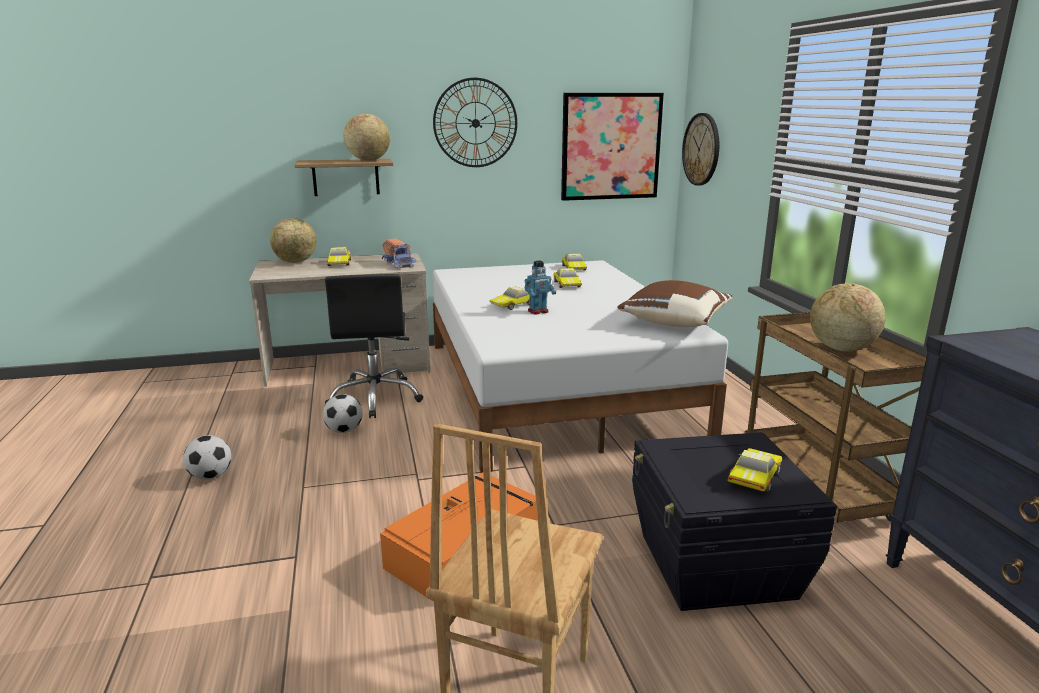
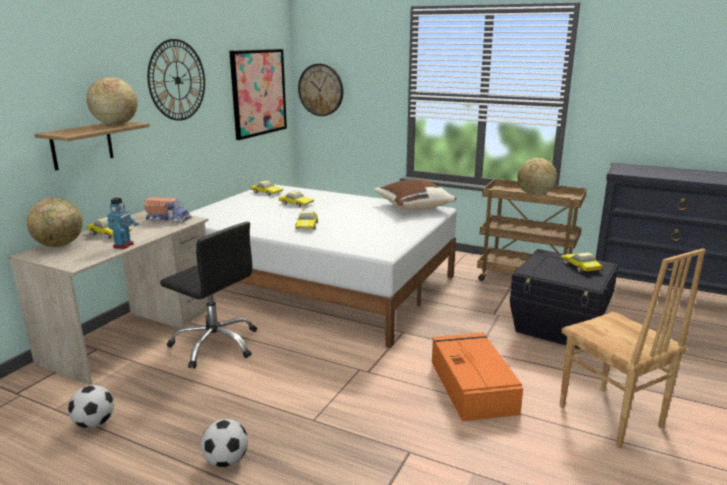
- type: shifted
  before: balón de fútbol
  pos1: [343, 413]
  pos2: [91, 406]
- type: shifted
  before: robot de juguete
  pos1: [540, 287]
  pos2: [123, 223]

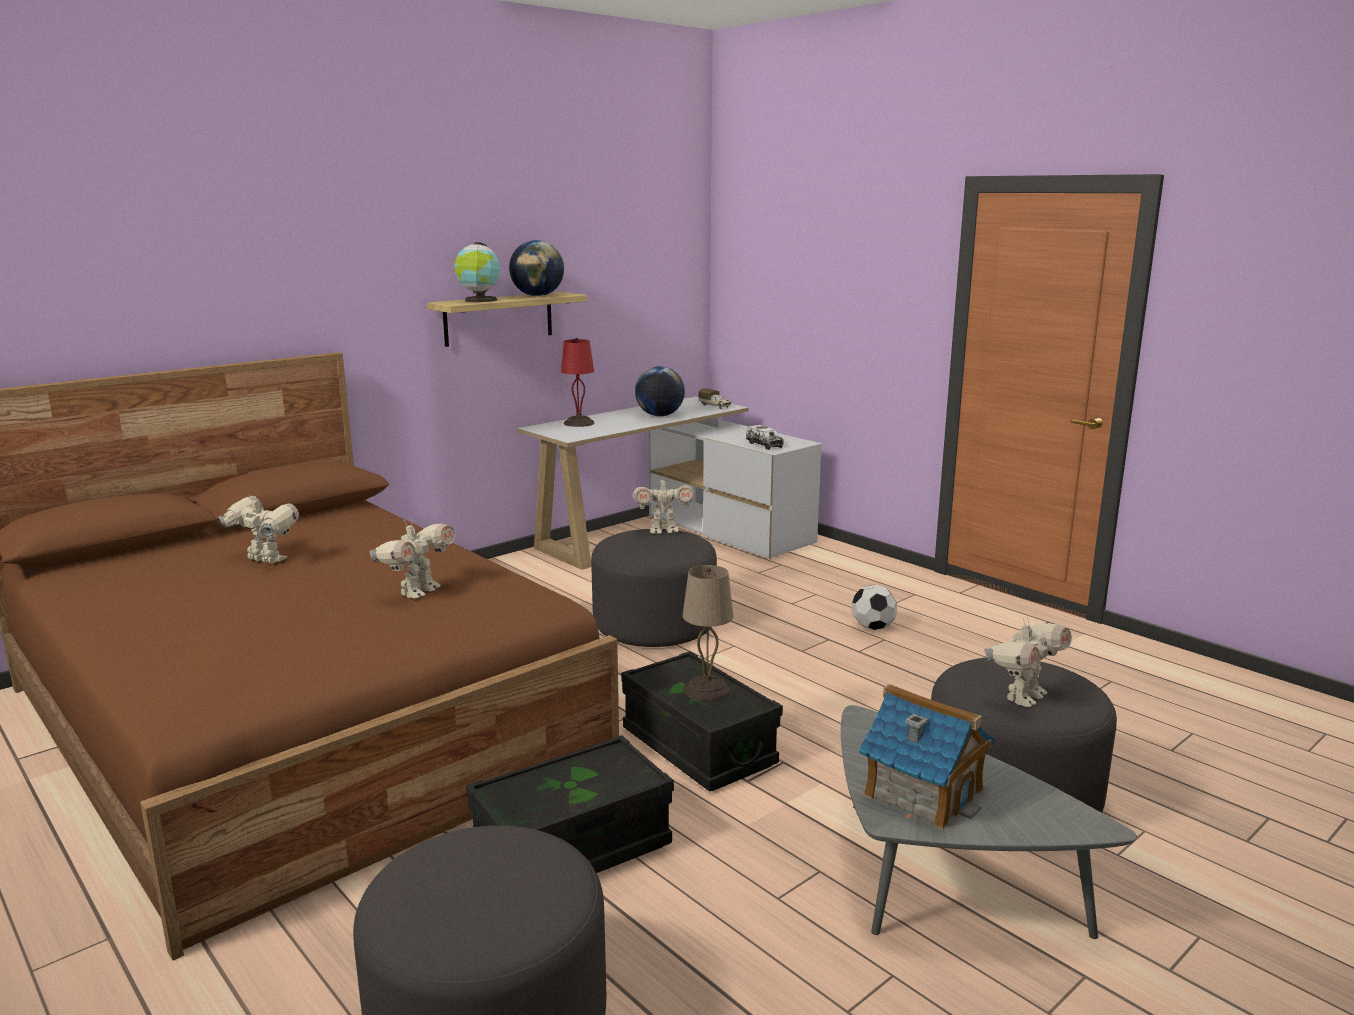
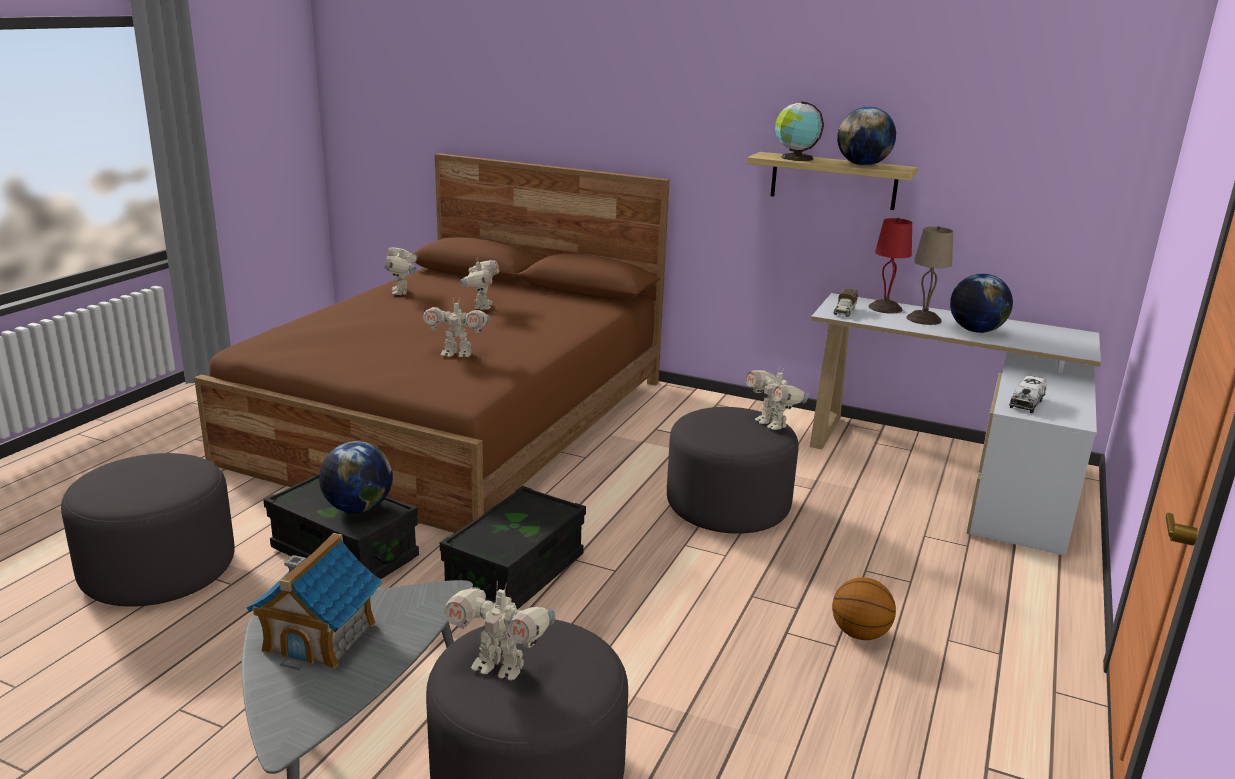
- type: new
  after: globo terráqueo
  pos2: [356, 477]
- type: new
  after: robot de juguete
  pos2: [401, 270]
- type: shifted
  before: lámpara de mesa (beis)
  pos1: [708, 633]
  pos2: [929, 275]
- type: shifted
  before: camión de juguete
  pos1: [715, 398]
  pos2: [845, 303]
- type: swapped
  before: balón de fútbol
  after: balón de baloncesto
  pos1: [874, 607]
  pos2: [864, 608]

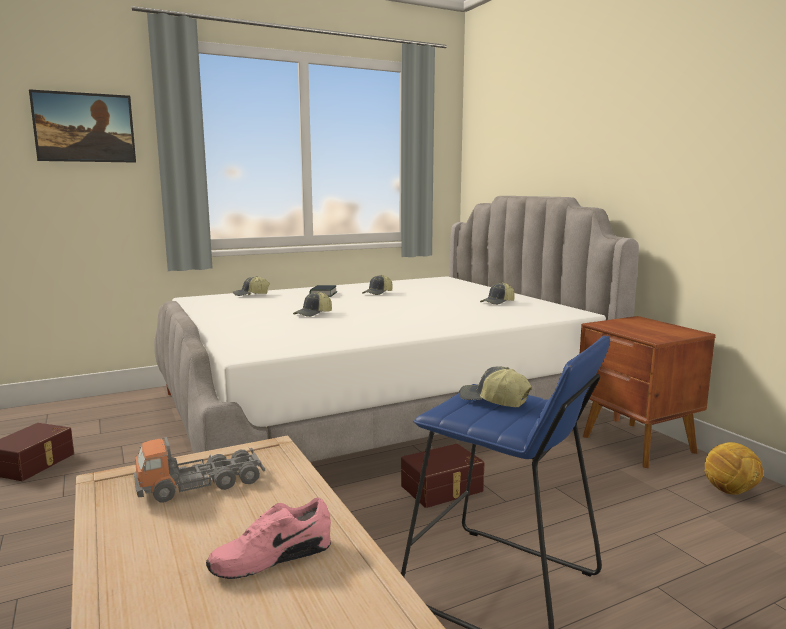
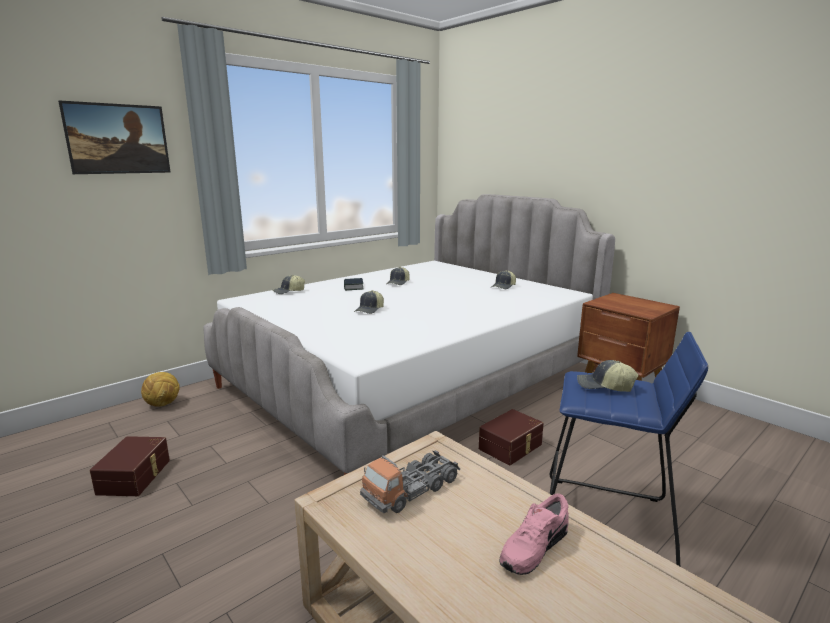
- type: shifted
  before: balón de fútbol
  pos1: [733, 468]
  pos2: [160, 389]

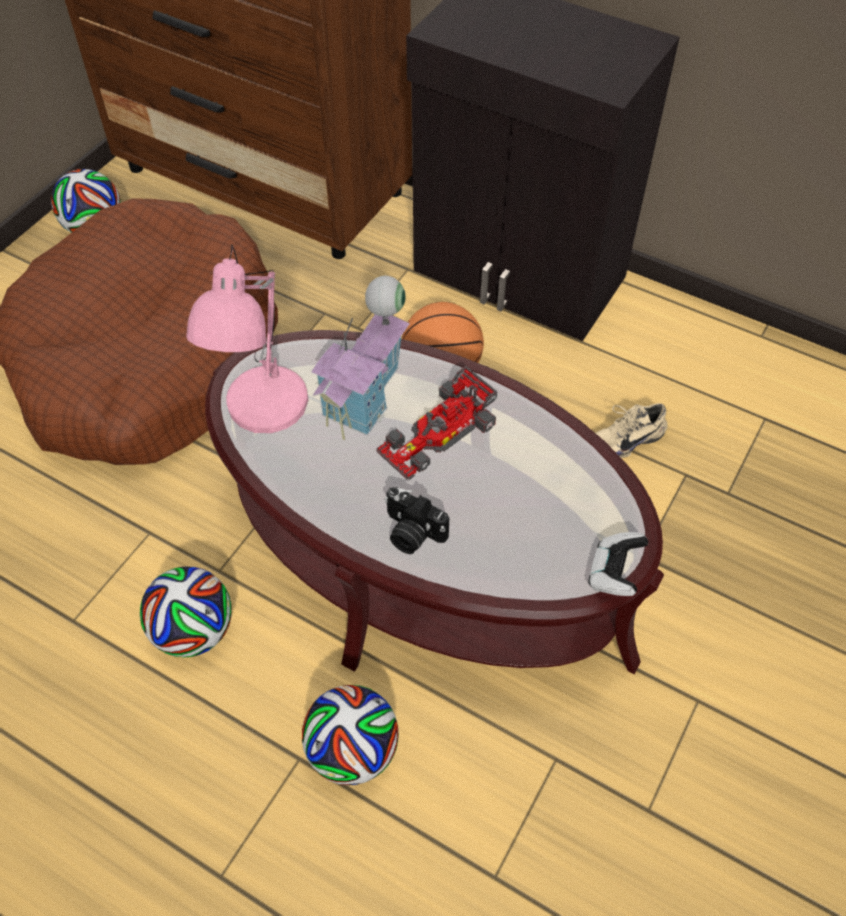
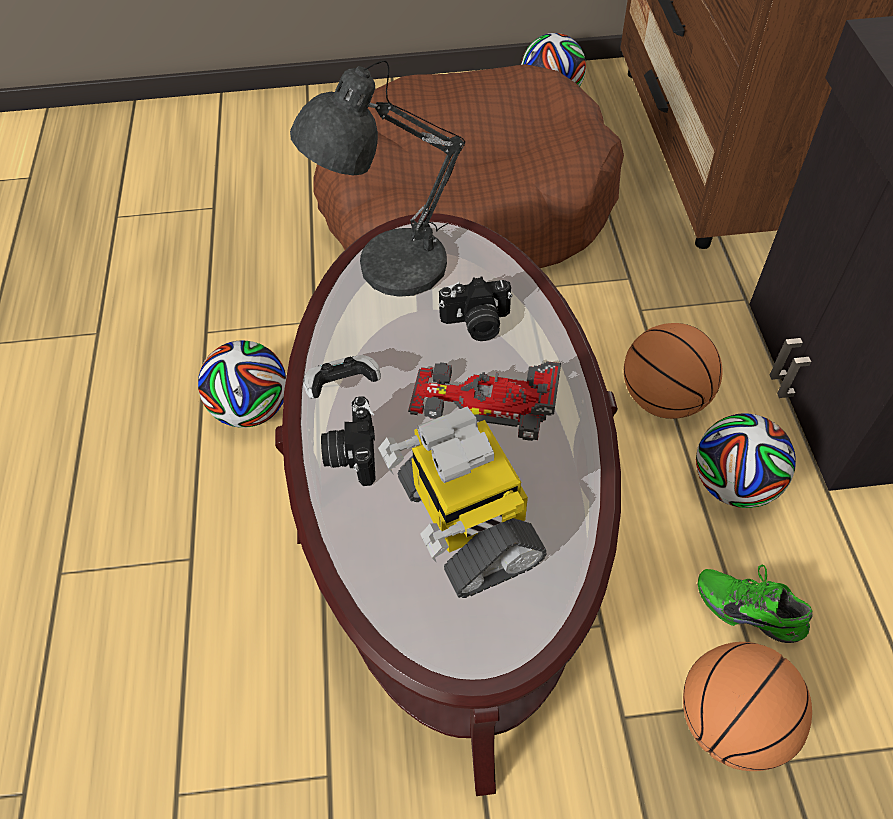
- type: new
  after: robot de juguete
  pos2: [462, 502]
- type: new
  after: balón de baloncesto
  pos2: [747, 706]
- type: shifted
  before: balón de fútbol
  pos1: [350, 735]
  pos2: [746, 460]
- type: shifted
  before: mando de consola
  pos1: [618, 564]
  pos2: [342, 376]
- type: swapped
  before: casita
  after: cámara
  pos1: [360, 358]
  pos2: [476, 308]
- type: repainted
  before: lámpara de mesa (rosa)
  after: lámpara de mesa (gris)
  pos1: [247, 338]
  pos2: [377, 179]
- type: repainted
  before: zapato (beis)
  after: zapato (verde)
  pos1: [632, 430]
  pos2: [755, 603]

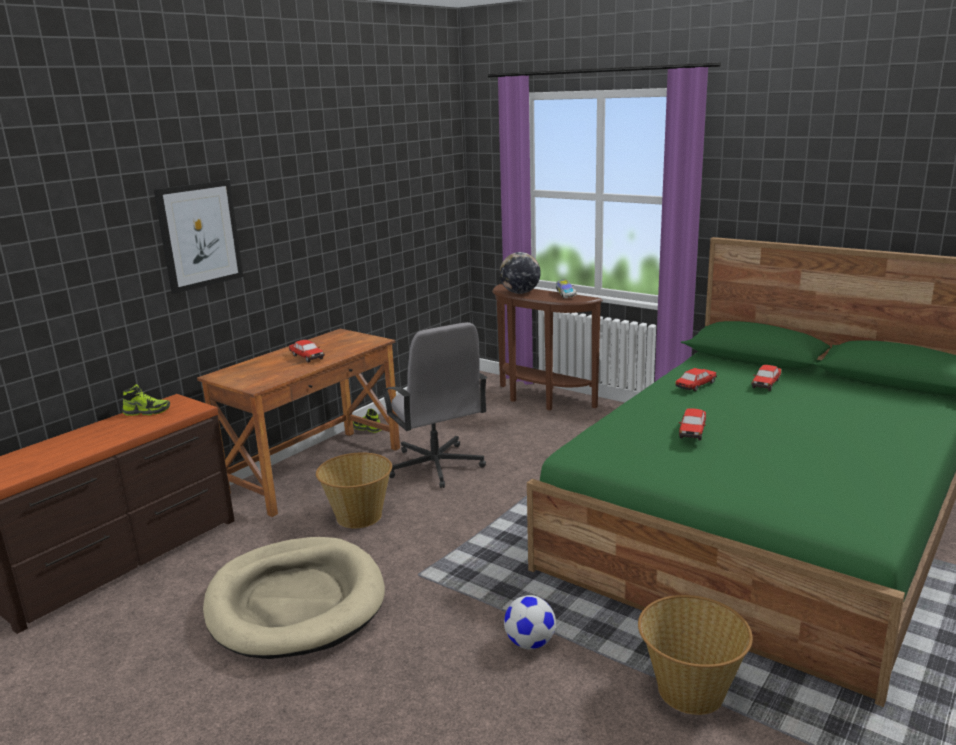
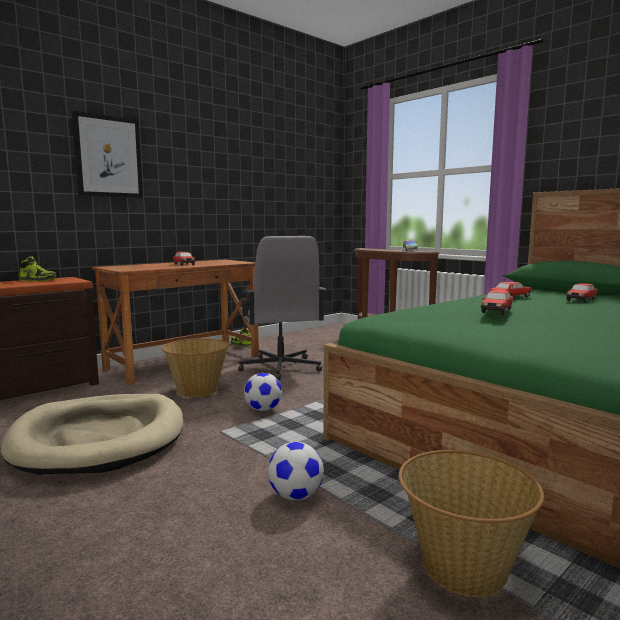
- type: gone
  before: globo terráqueo
  pos1: [520, 273]
- type: new
  after: balón de fútbol
  pos2: [263, 392]

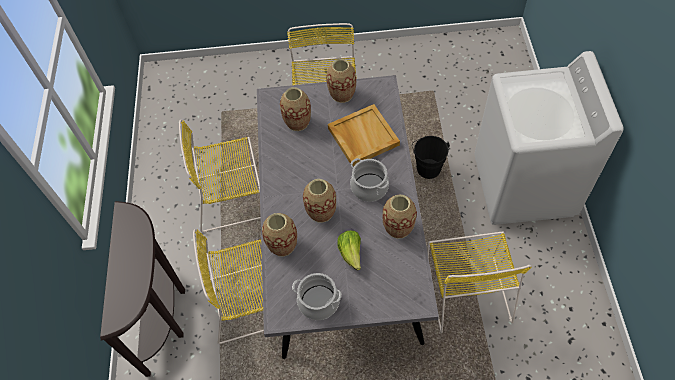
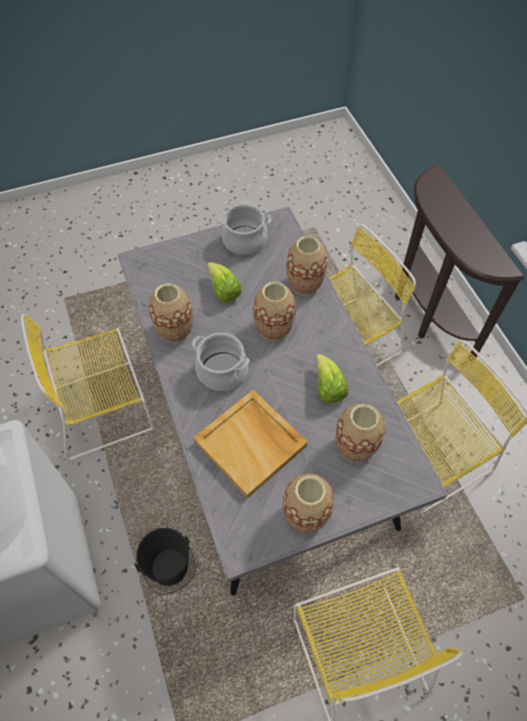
- type: new
  after: lechuga
  pos2: [332, 379]
- type: rotated
  before: silla (amarillo)
  pos1: [479, 282]
  pos2: [87, 387]
  turn: -90

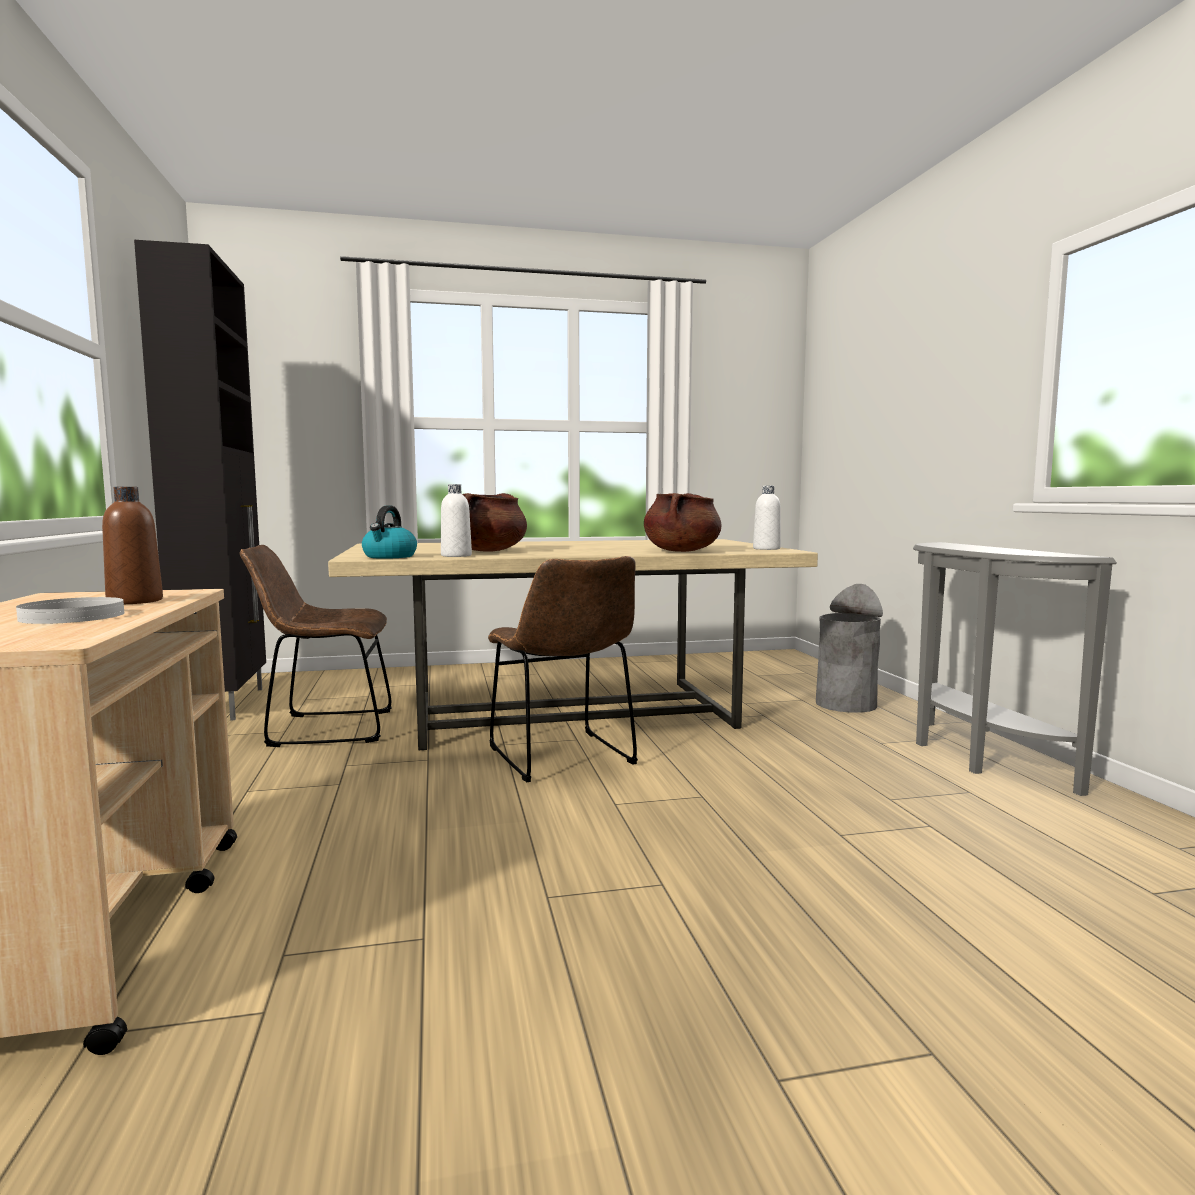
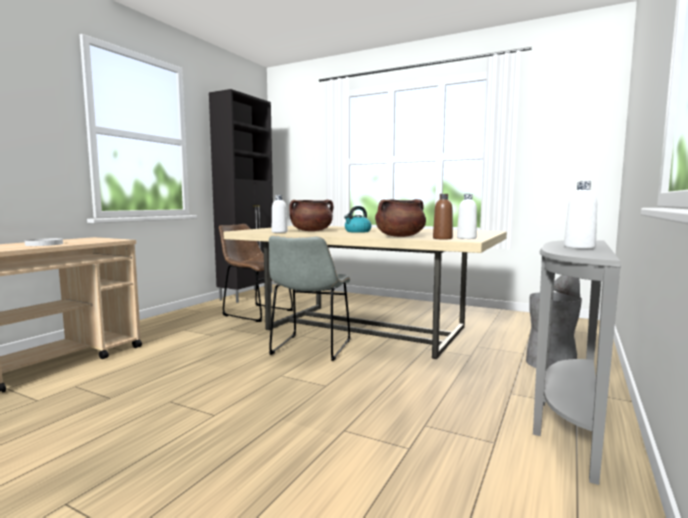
- type: new
  after: botella (blanco)
  pos2: [580, 215]
- type: shifted
  before: botella (marrón)
  pos1: [132, 545]
  pos2: [443, 216]
- type: shifted
  before: hervidor
  pos1: [389, 532]
  pos2: [358, 219]
- type: repainted
  before: silla (marrón)
  after: silla (gris)
  pos1: [563, 669]
  pos2: [309, 298]

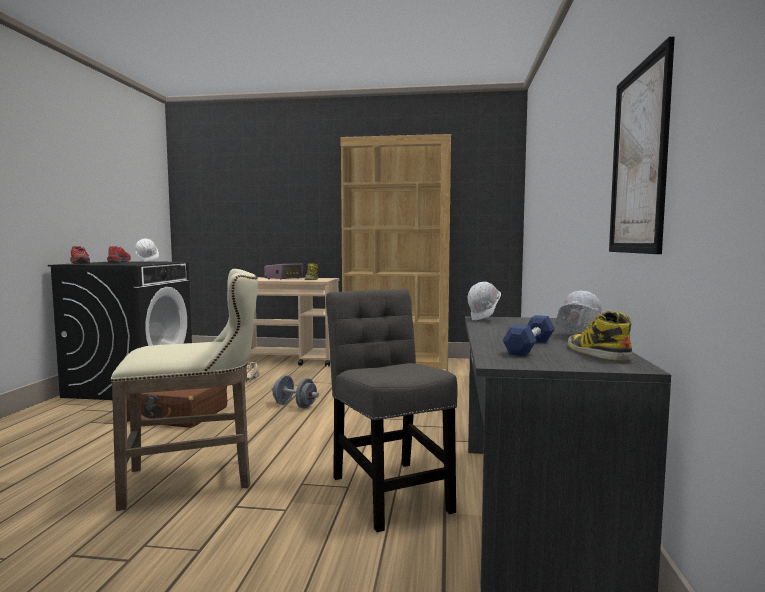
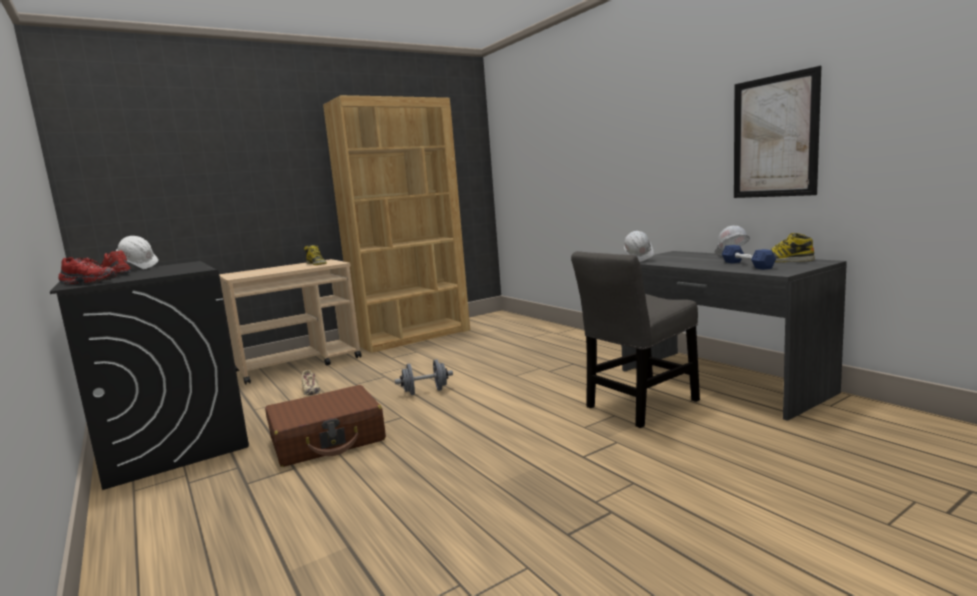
- type: gone
  before: taburete (beis)
  pos1: [184, 390]
- type: gone
  before: radio
  pos1: [283, 271]
- type: rotated
  before: silla (gris)
  pos1: [392, 410]
  pos2: [635, 339]
  turn: -60

